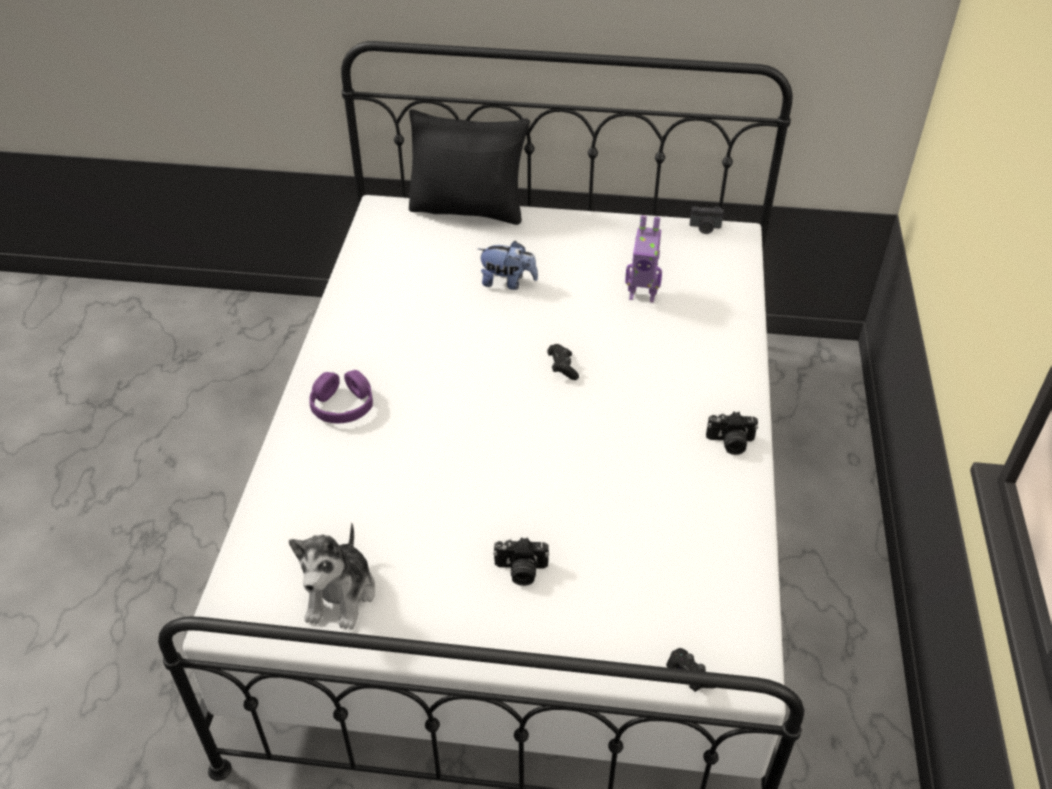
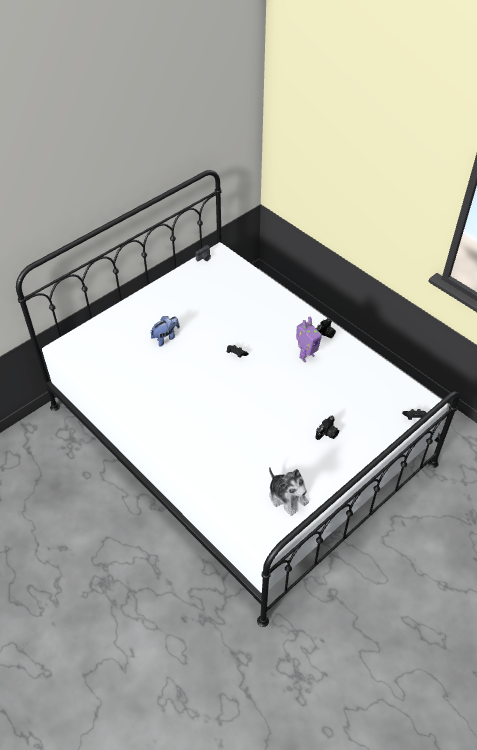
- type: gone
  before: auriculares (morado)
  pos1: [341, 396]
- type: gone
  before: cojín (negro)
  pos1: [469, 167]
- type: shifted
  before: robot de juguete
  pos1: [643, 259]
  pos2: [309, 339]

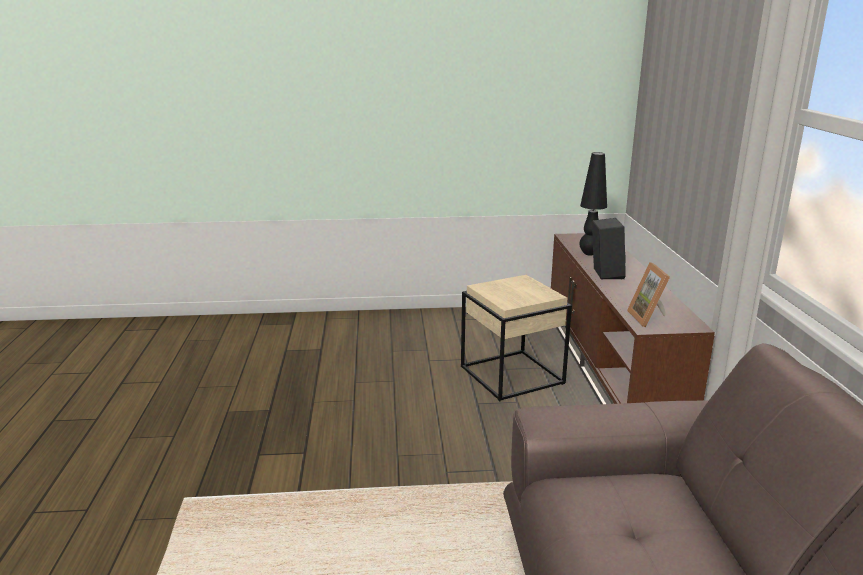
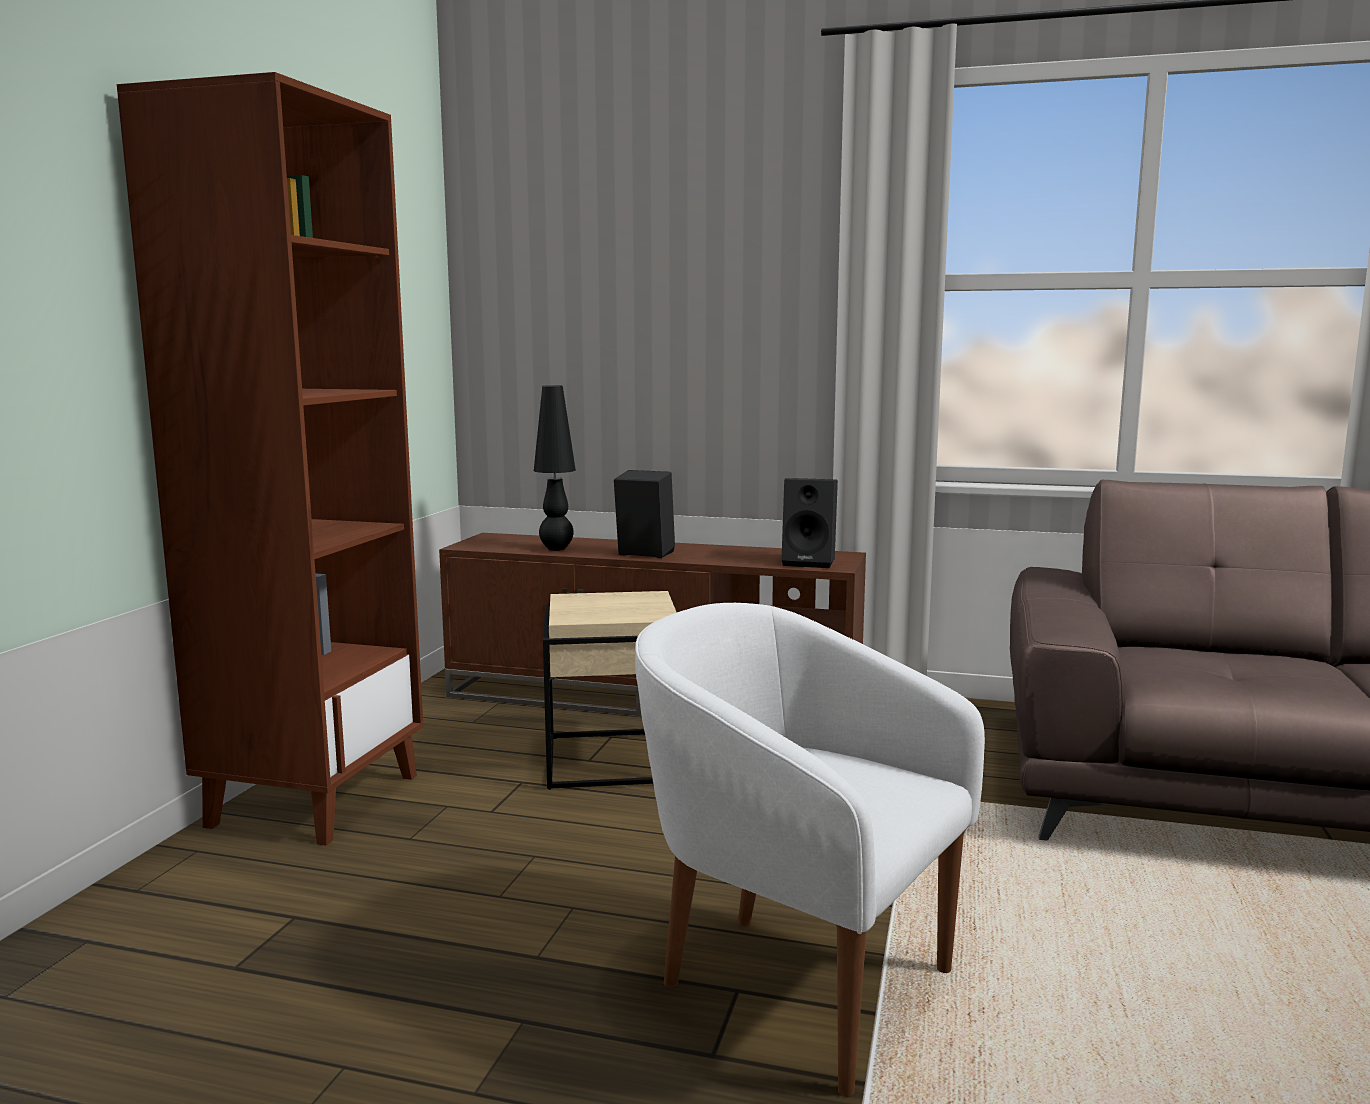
- type: new
  after: estantería (marrón)
  pos2: [270, 458]
- type: new
  after: sillón (blanco)
  pos2: [810, 850]
- type: swapped
  before: portarretratos
  after: altavoz (negro)
  pos1: [648, 294]
  pos2: [809, 523]

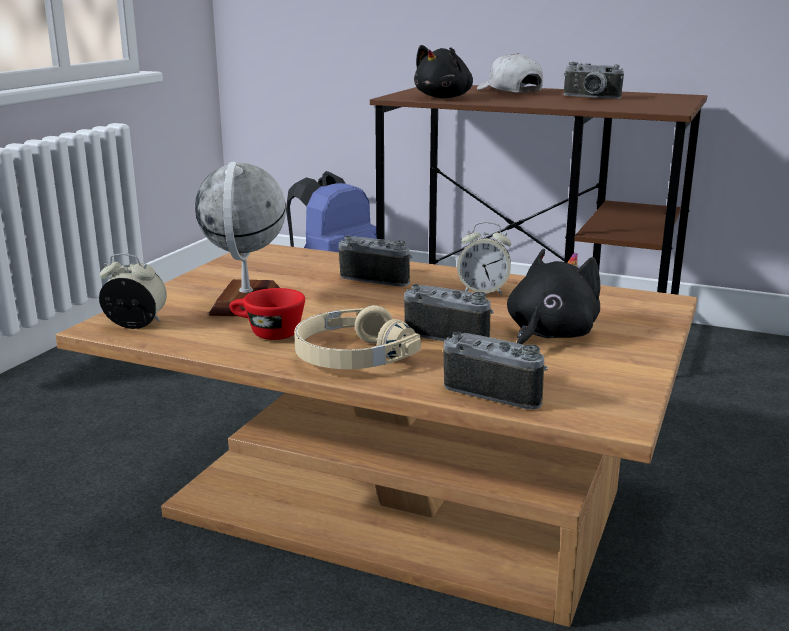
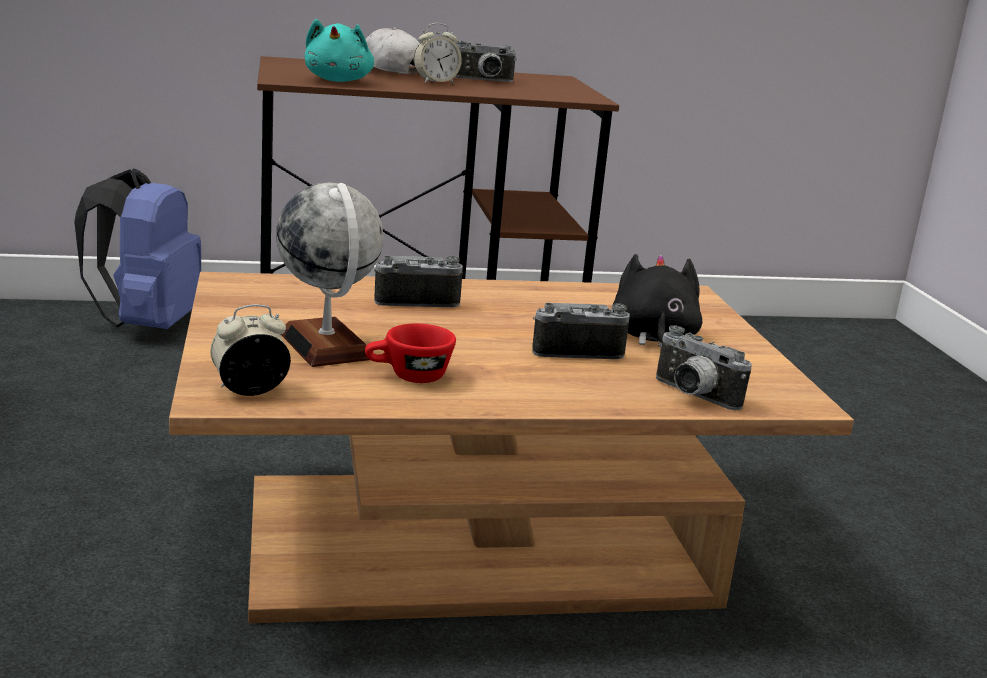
- type: gone
  before: auriculares (beis)
  pos1: [357, 337]
- type: shifted
  before: despertador
  pos1: [484, 258]
  pos2: [438, 53]
- type: repainted
  before: peluche (negro)
  after: peluche (turquesa)
  pos1: [443, 71]
  pos2: [339, 50]
- type: rotated
  before: cámara
  pos1: [495, 370]
  pos2: [704, 368]
  turn: -135

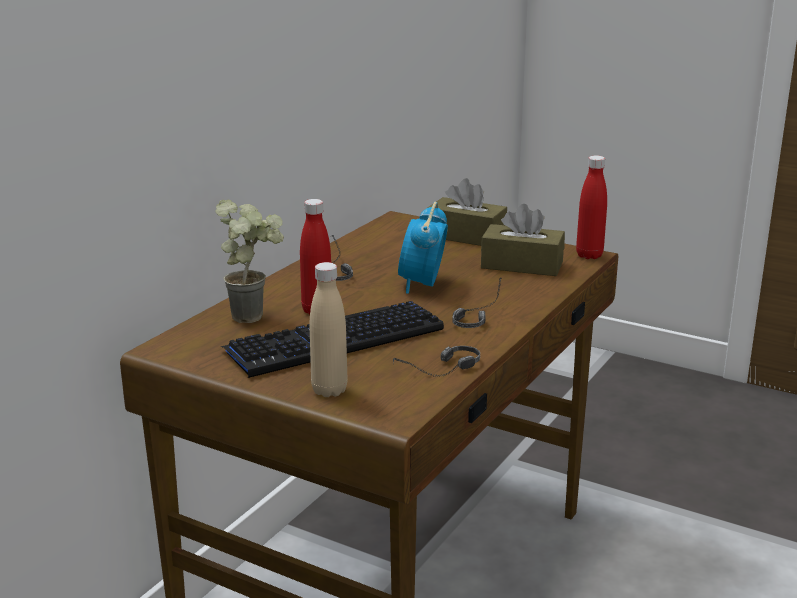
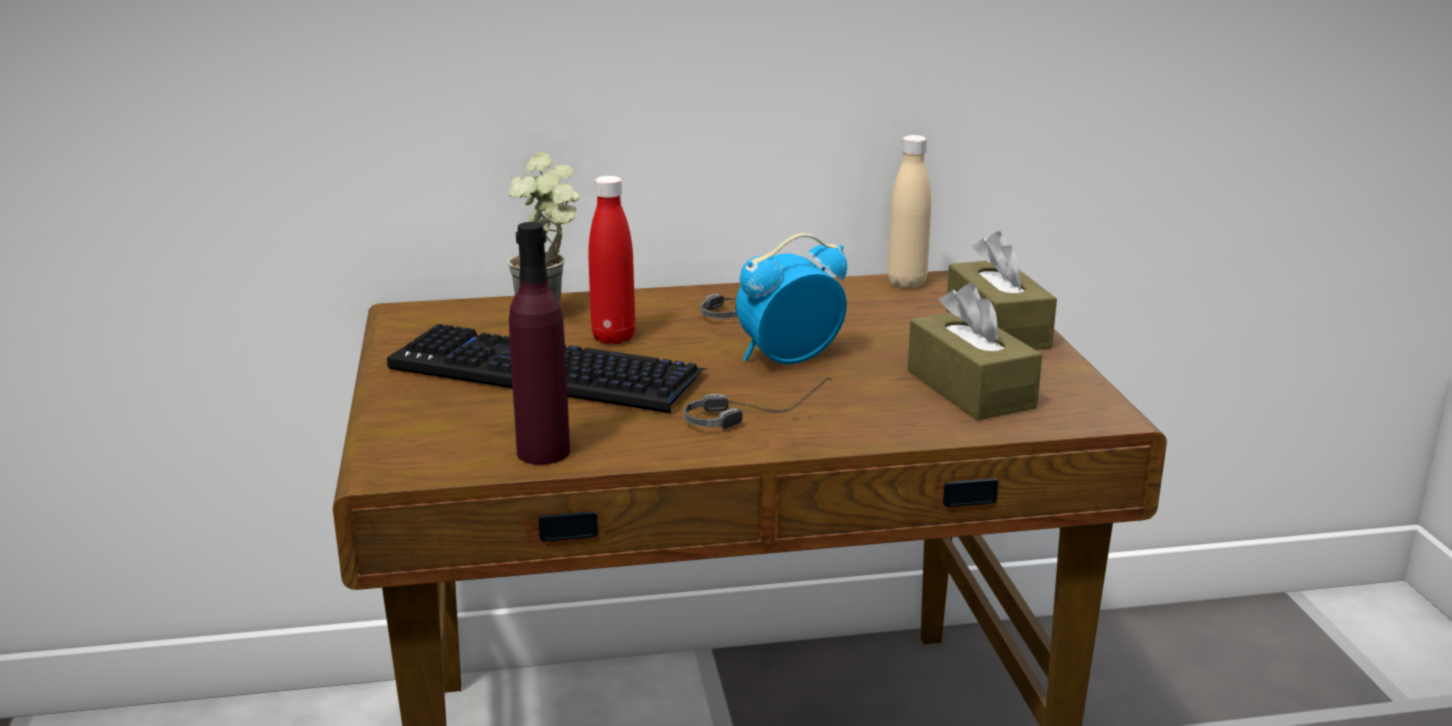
- type: gone
  before: botella (rojo)
  pos1: [591, 207]
- type: shifted
  before: botella (beis)
  pos1: [328, 329]
  pos2: [909, 212]
- type: swapped
  before: auriculares
  after: botella (morado)
  pos1: [436, 361]
  pos2: [539, 343]

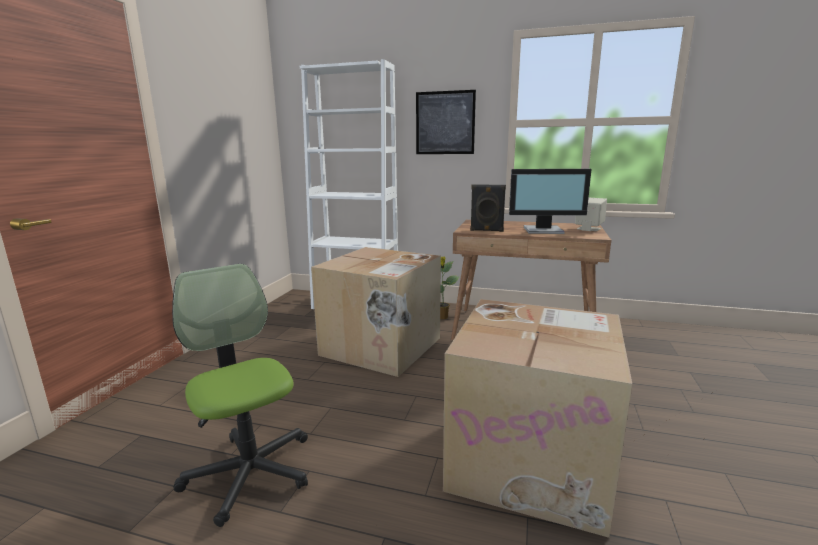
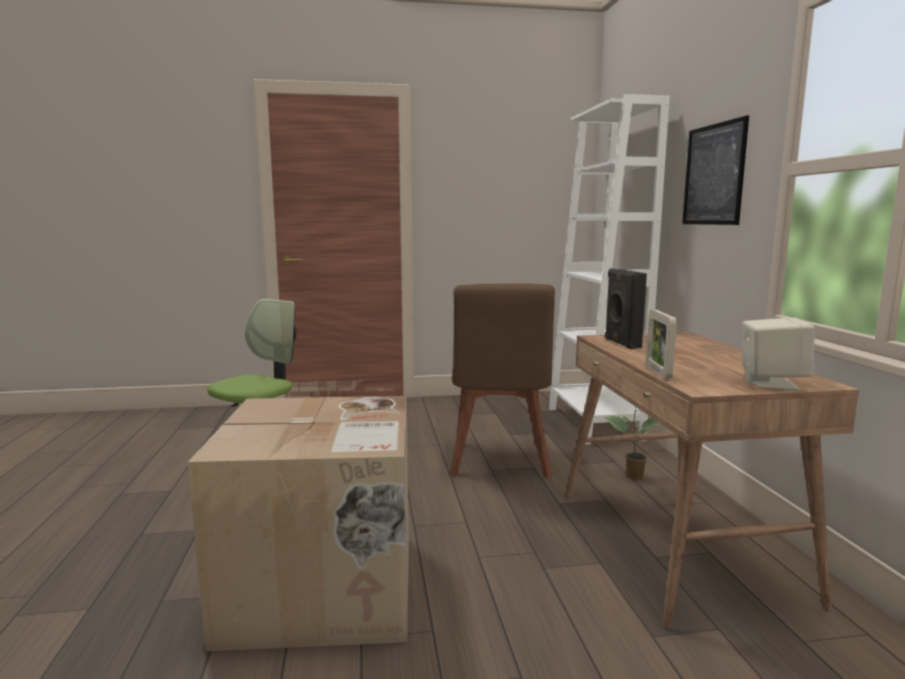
- type: gone
  before: monitor
  pos1: [550, 201]
- type: new
  after: portarretratos
  pos2: [661, 344]
- type: swapped
  before: caja de cartón
  after: silla (marrón)
  pos1: [376, 312]
  pos2: [502, 381]

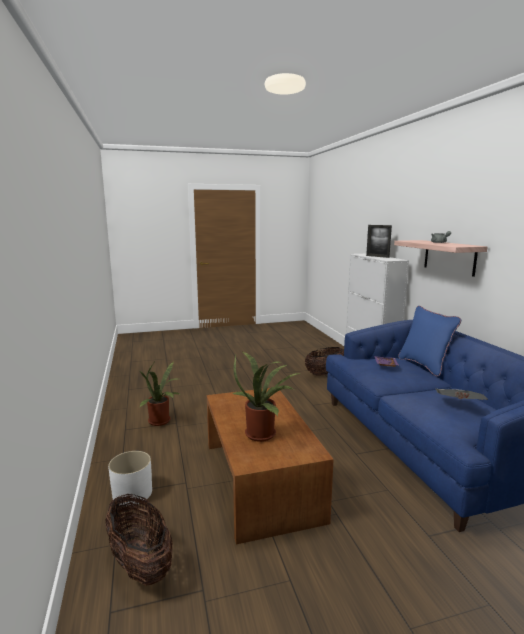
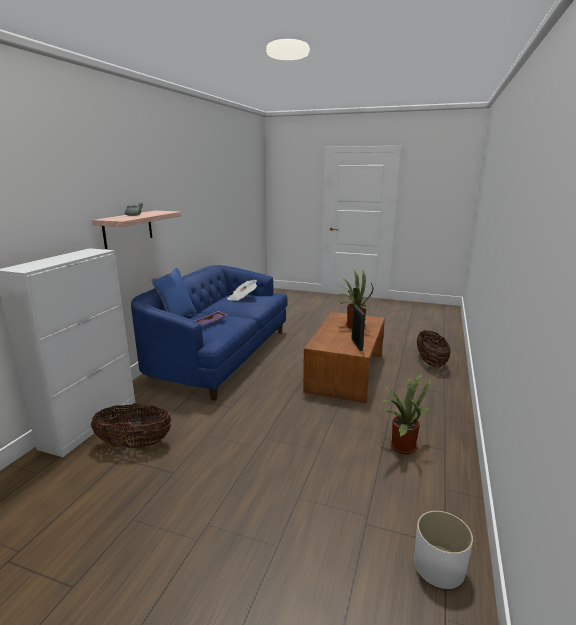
- type: shifted
  before: maceta (blanco)
  pos1: [130, 478]
  pos2: [443, 550]
- type: shifted
  before: portarretratos
  pos1: [379, 241]
  pos2: [358, 328]

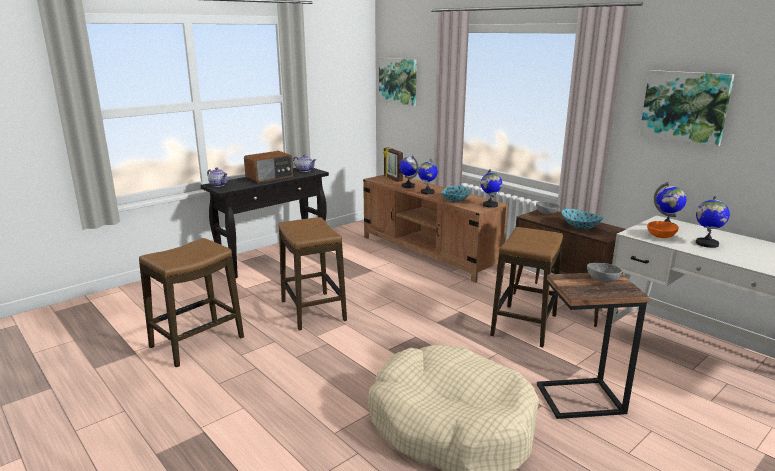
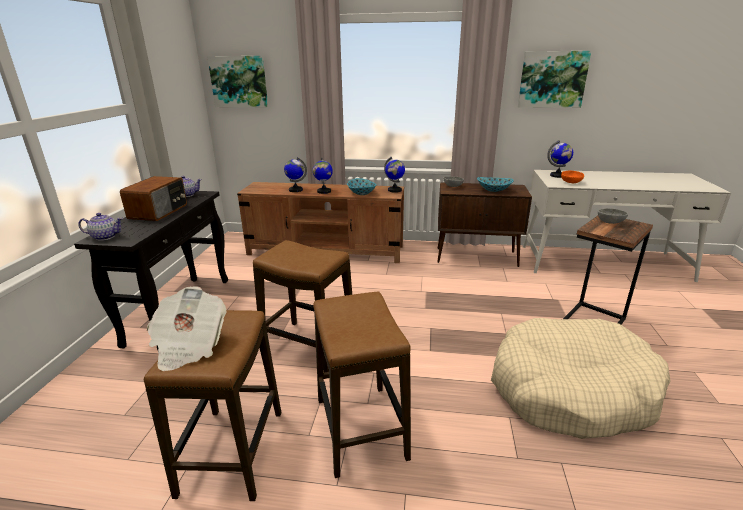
- type: gone
  before: portarretratos
  pos1: [393, 164]
- type: gone
  before: globo terráqueo
  pos1: [713, 221]
- type: new
  after: periódico
  pos2: [187, 328]
- type: shifted
  before: taburete
  pos1: [526, 287]
  pos2: [362, 384]

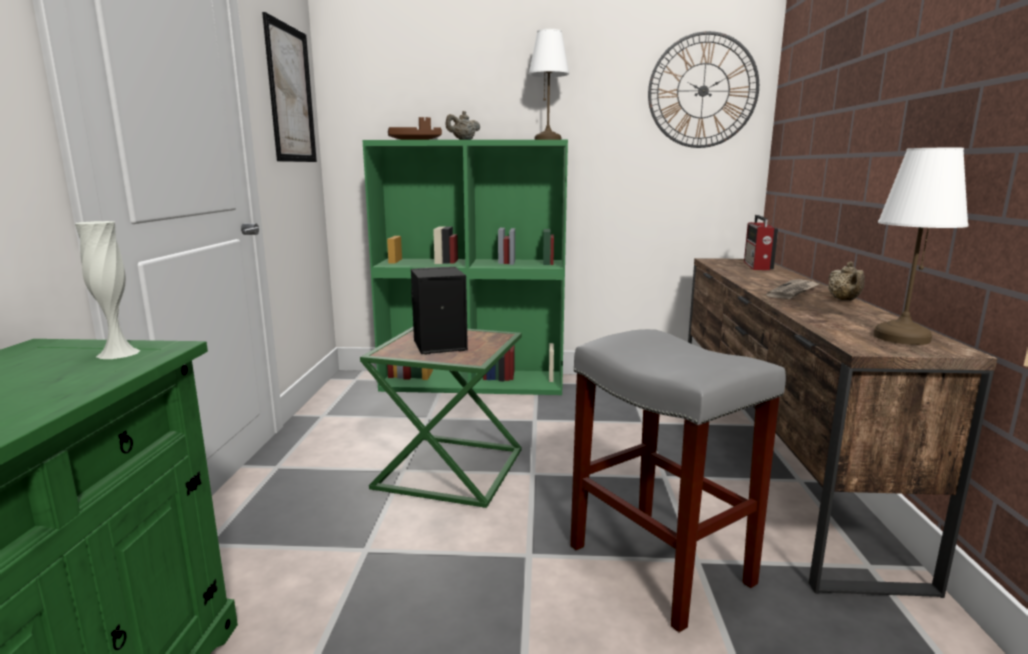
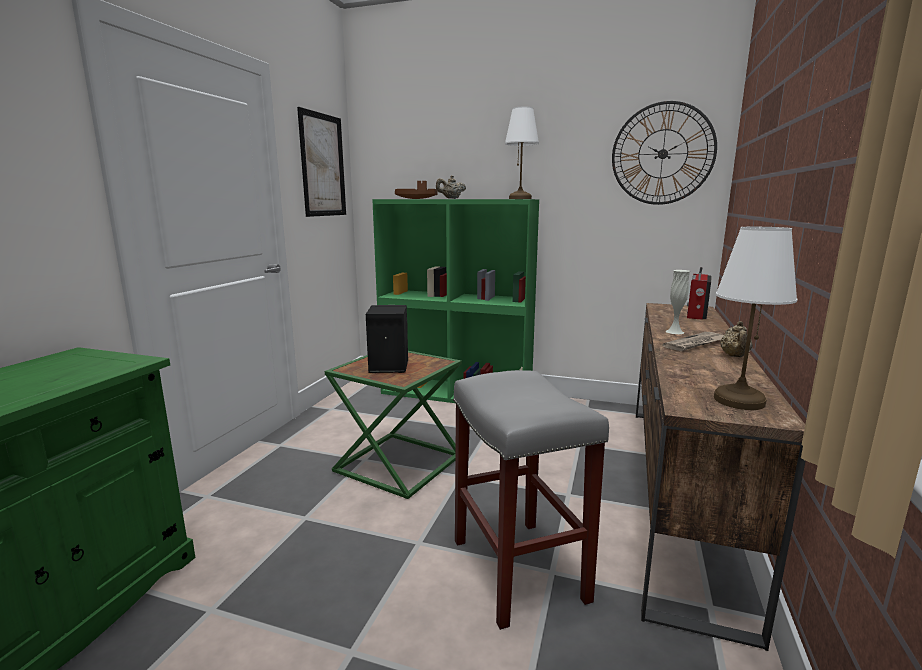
- type: shifted
  before: florero (blanco)
  pos1: [108, 290]
  pos2: [677, 302]

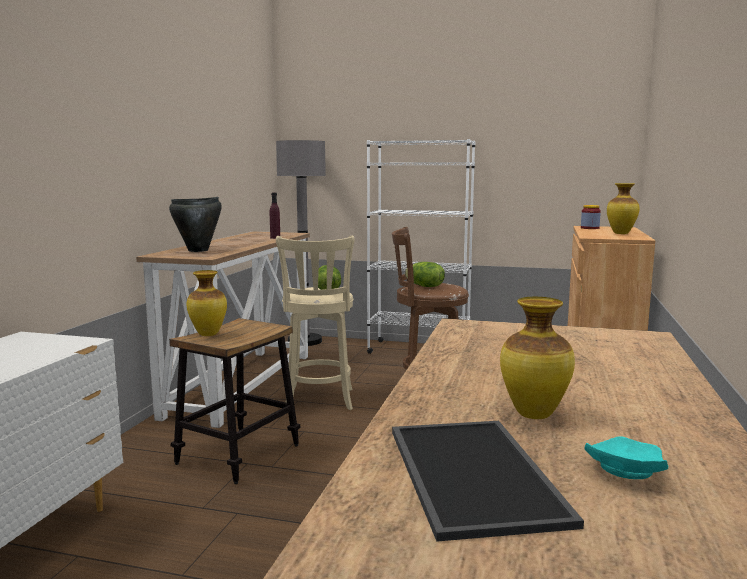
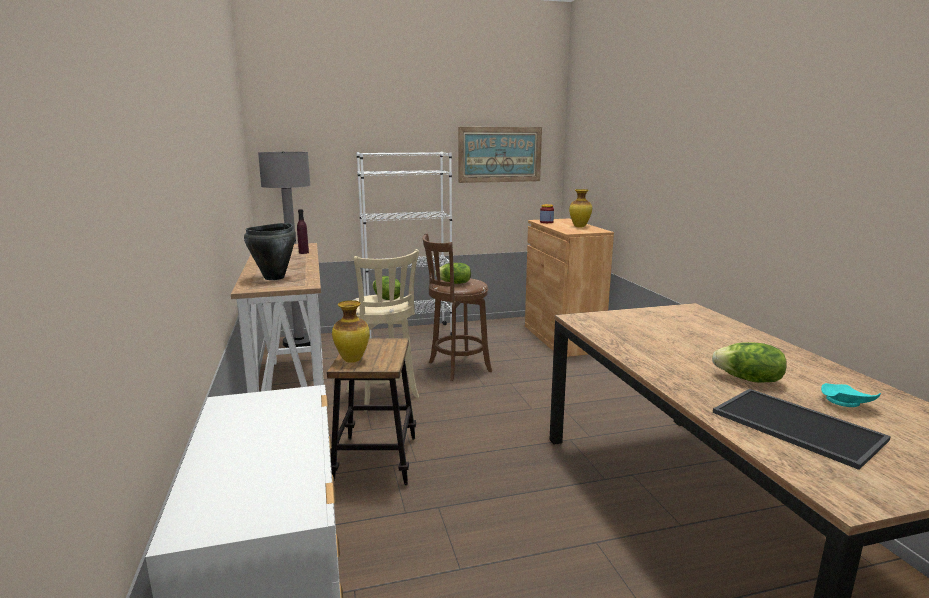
- type: new
  after: cuadro
  pos2: [500, 155]
- type: swapped
  before: florero
  after: lechuga
  pos1: [537, 358]
  pos2: [749, 362]

